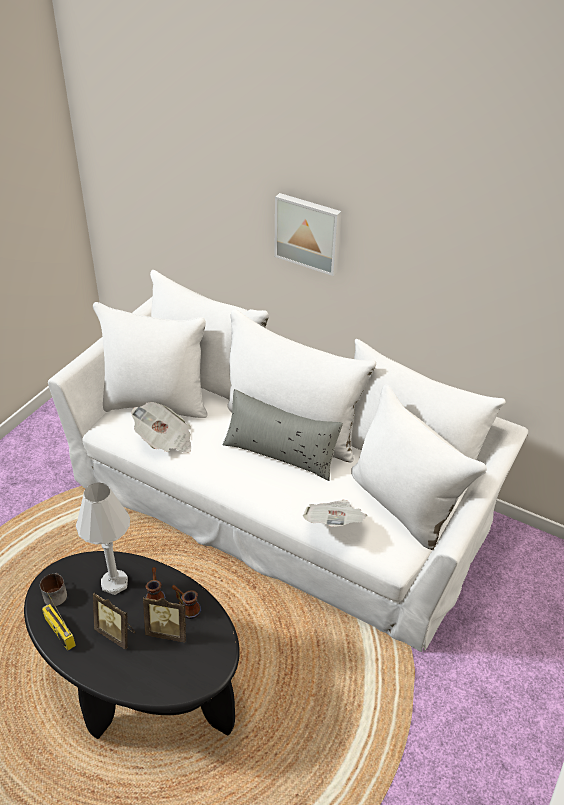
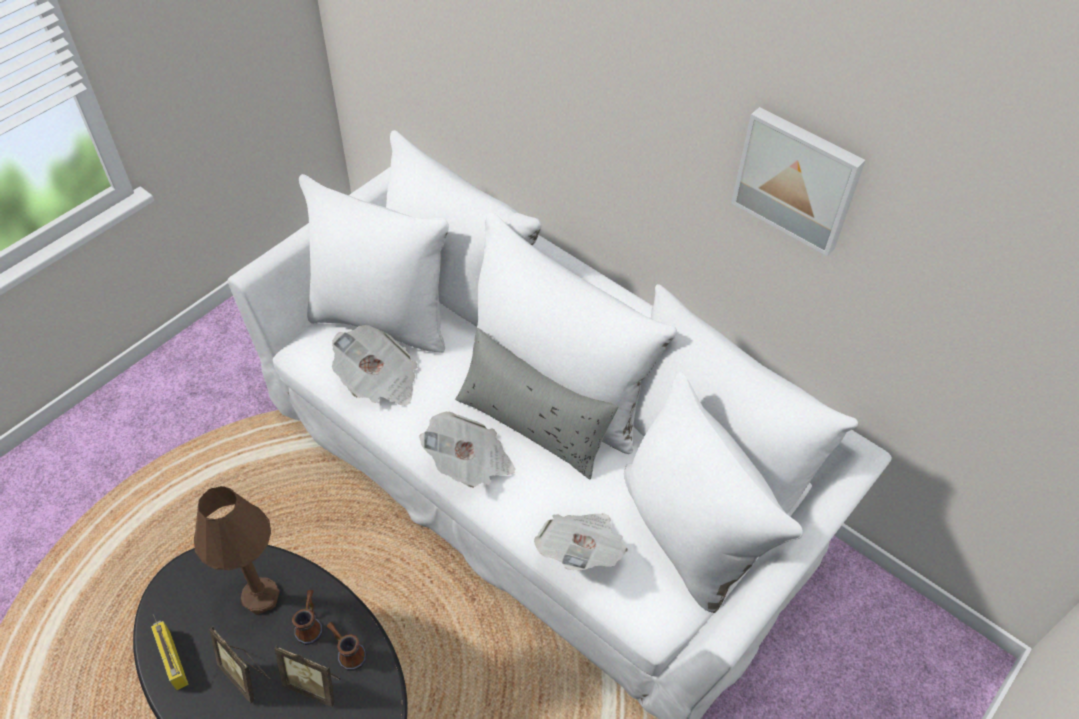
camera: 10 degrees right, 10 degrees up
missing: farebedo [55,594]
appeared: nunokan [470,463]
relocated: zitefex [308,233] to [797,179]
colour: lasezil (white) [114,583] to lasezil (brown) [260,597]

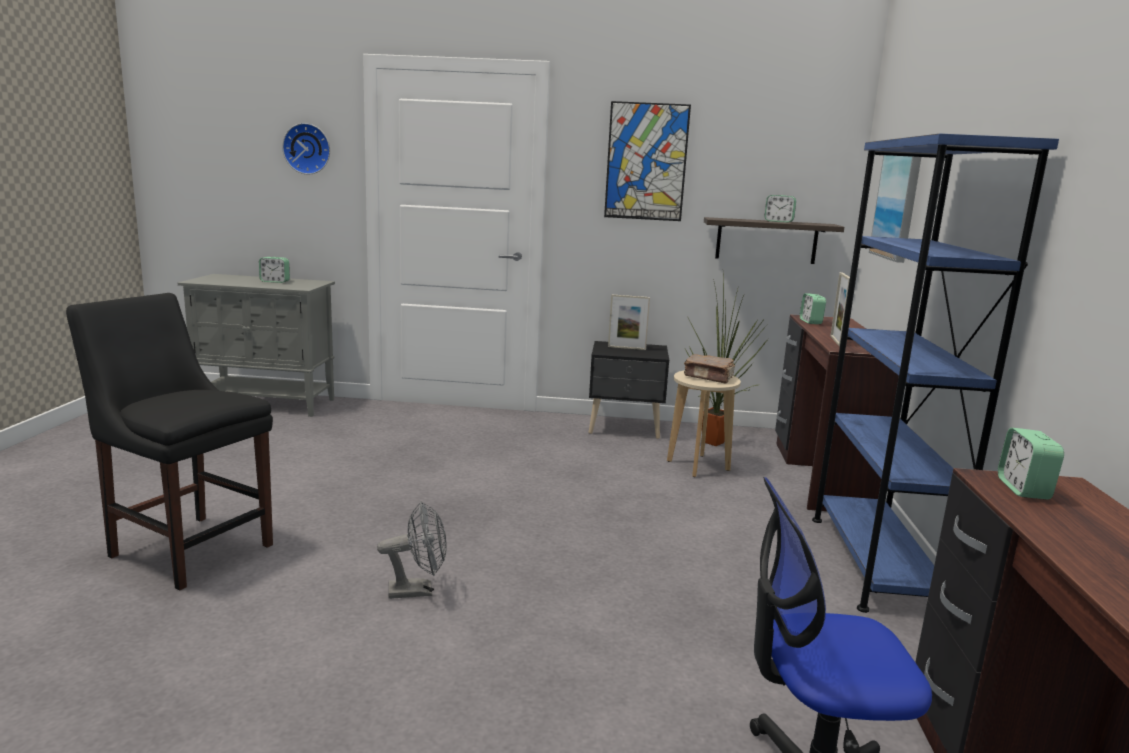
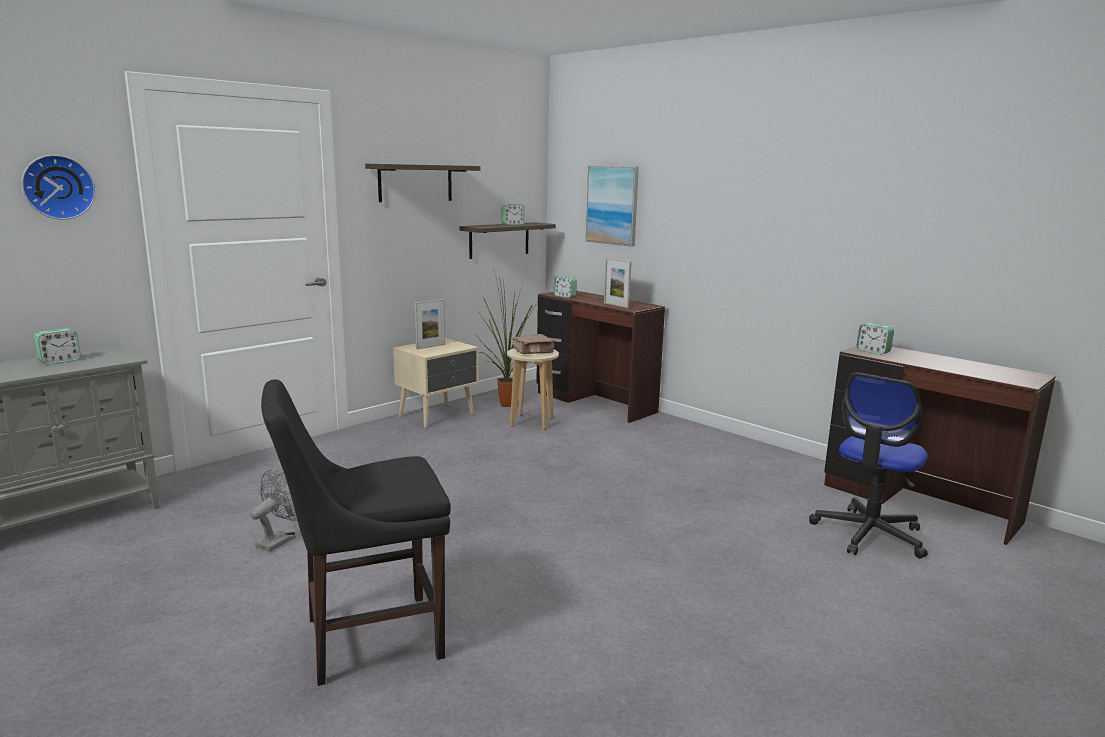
camera: 50 degrees left, 0 degrees up
missing: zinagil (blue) [875,563]
relocated: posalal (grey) [418,590] to [280,540]
exchanged: zitefex [646,162] to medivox [415,183]
colour: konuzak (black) [625,428] to konuzak (beige) [438,416]

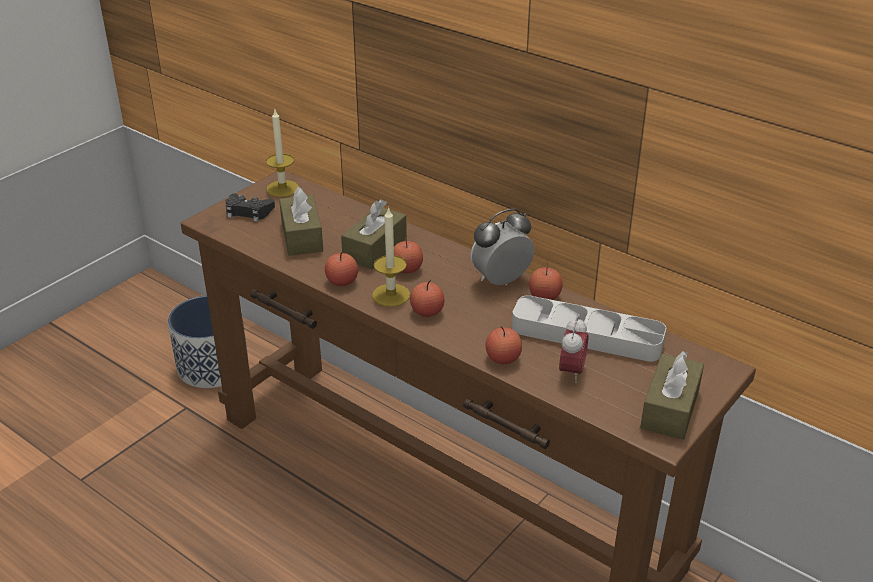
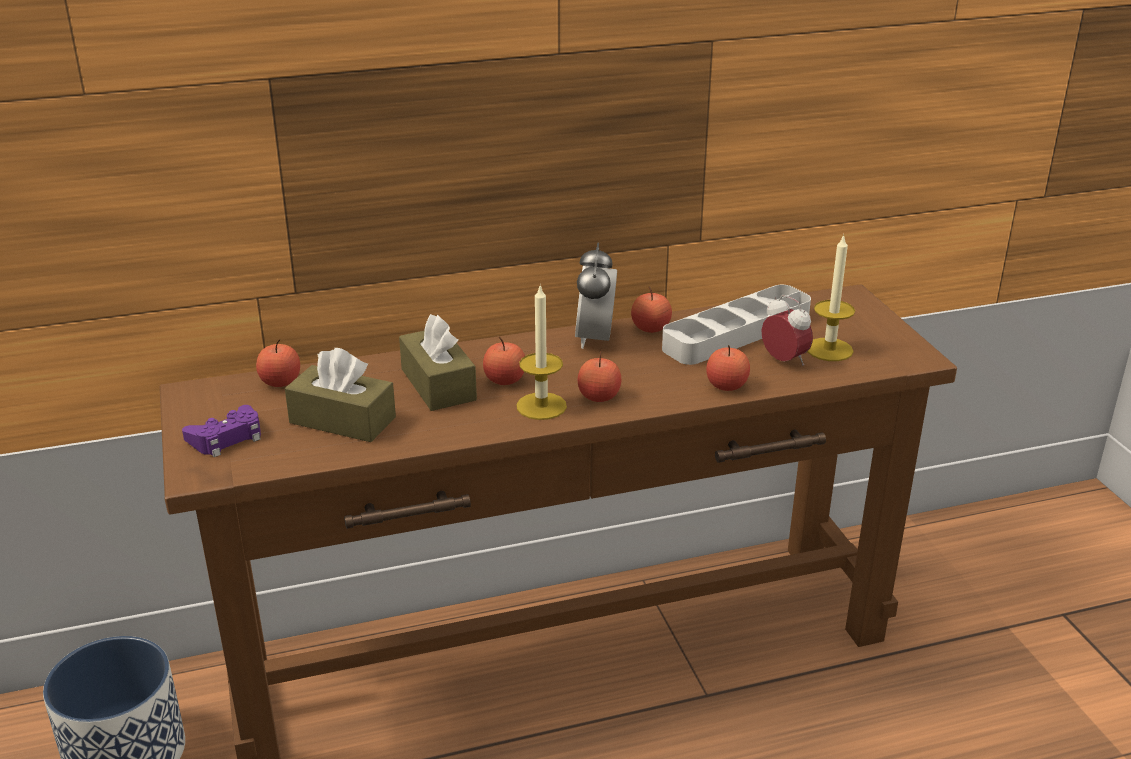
camera: 55 degrees left, 5 degrees down
missing: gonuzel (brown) [670,409]
relocated: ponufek [282,188] to [829,349]; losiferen [342,282] to [280,382]
colour: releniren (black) [248,212] to releniren (purple) [227,438]

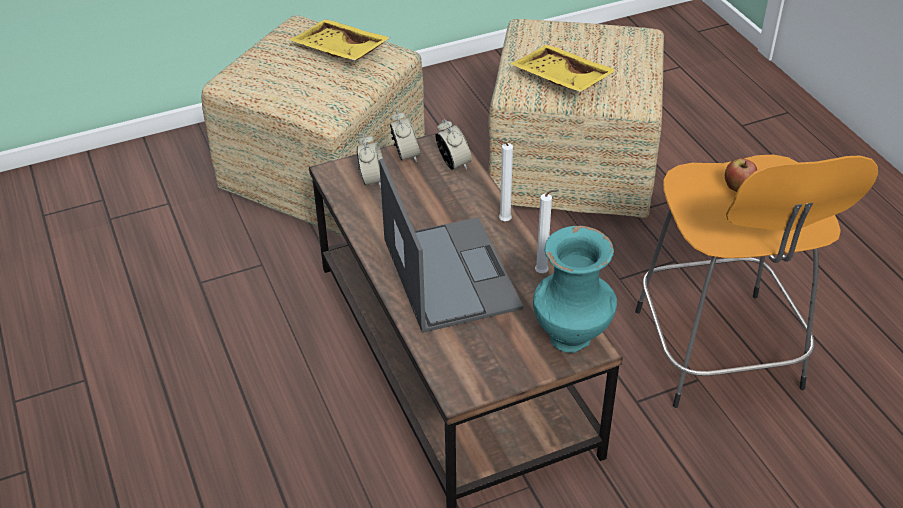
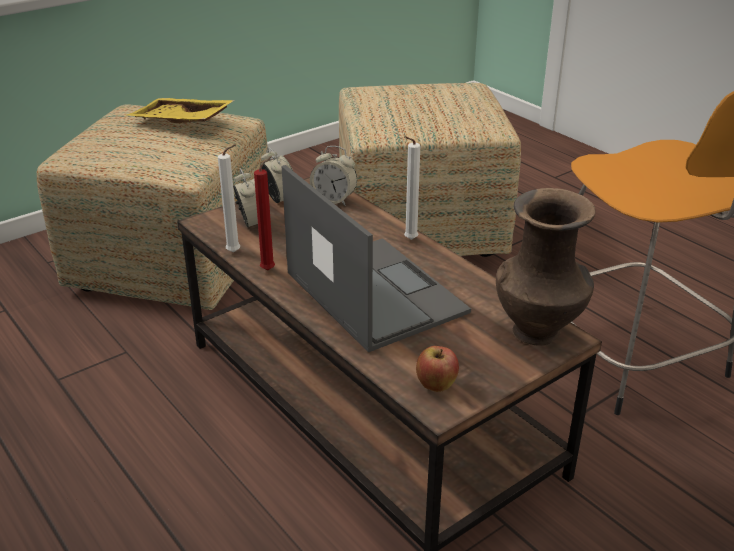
camera: 15 degrees left, 10 degrees down
missing: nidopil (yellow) [560,80]
appeared: ponufek (red) [270,269]
relocated: ponufek (white) [543,273] to [235,252]; losiferen [738,189] to [436,387]
colour: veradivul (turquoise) [572,338] to veradivul (brown) [538,332]
spun: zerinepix [453,164] = [334,200] 150 degrees clockwise

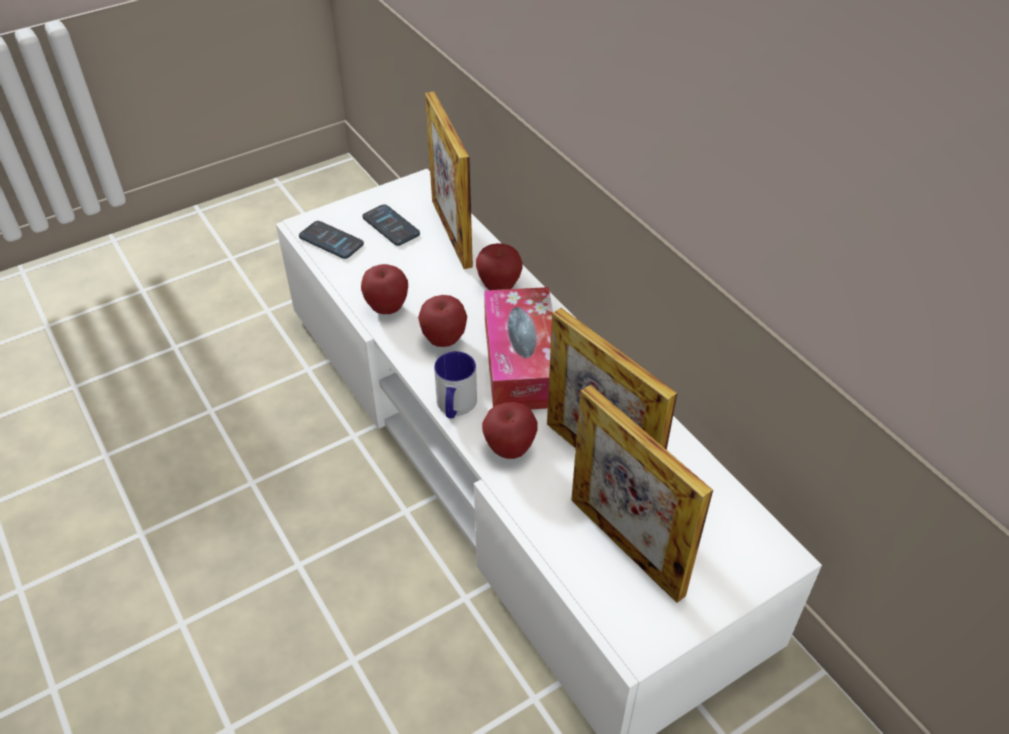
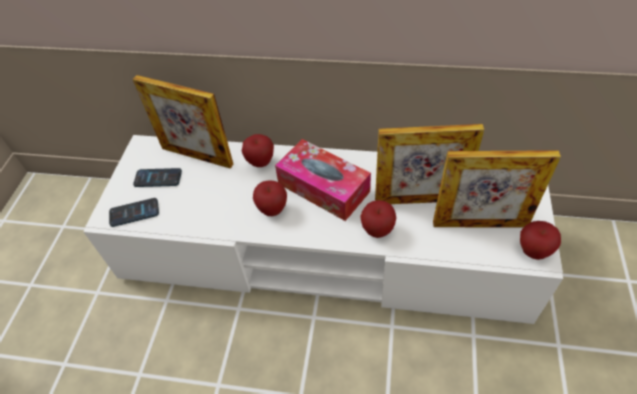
camera: 45 degrees left, 5 degrees up
missing: farebedo [455,406]
relocated: losiferen [387,308] to [533,251]

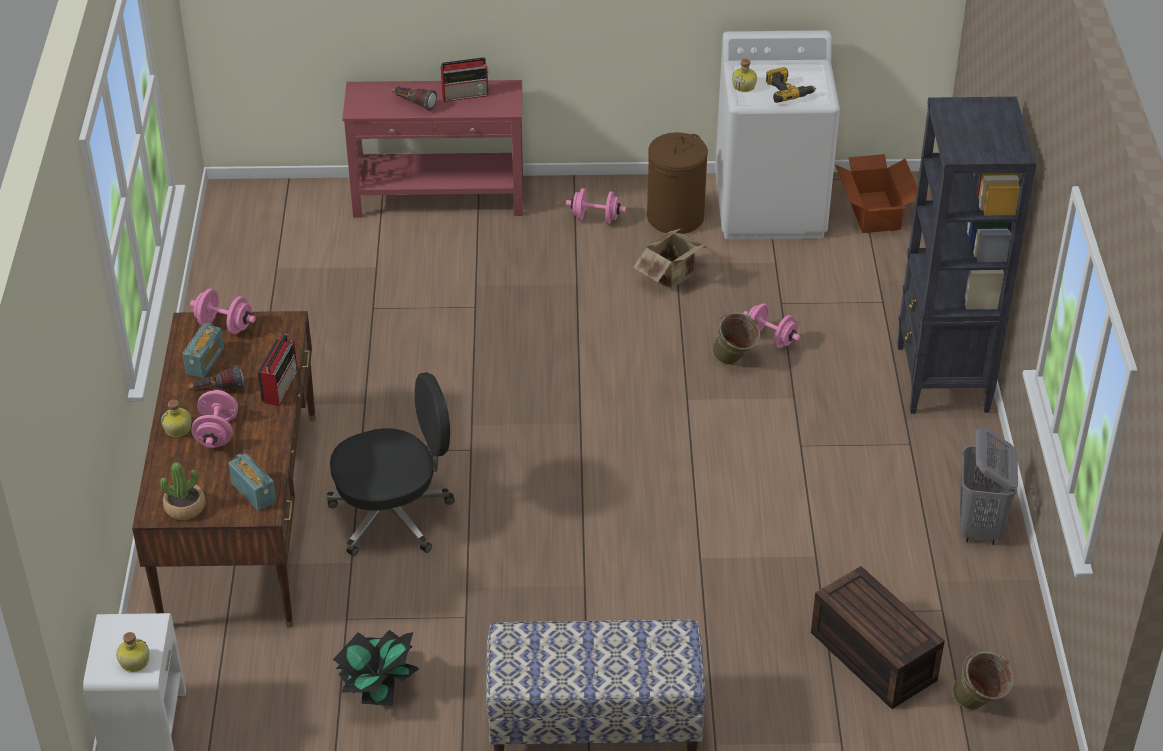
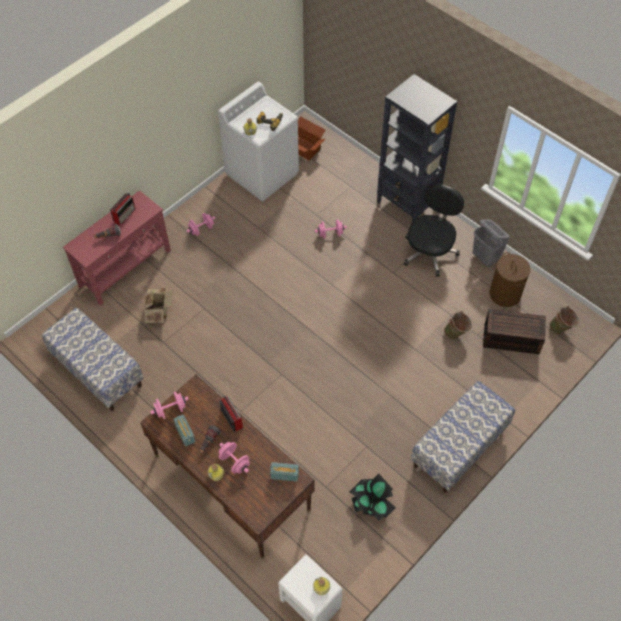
camera: 45 degrees left, 15 degrees up
missing: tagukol [185,507]
appeared: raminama [97,371]
relocated: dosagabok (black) [393,515] to [430,251]; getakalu [673,276] to [159,311]; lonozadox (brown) [675,217] to [505,294]; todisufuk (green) [734,362] to [456,334]

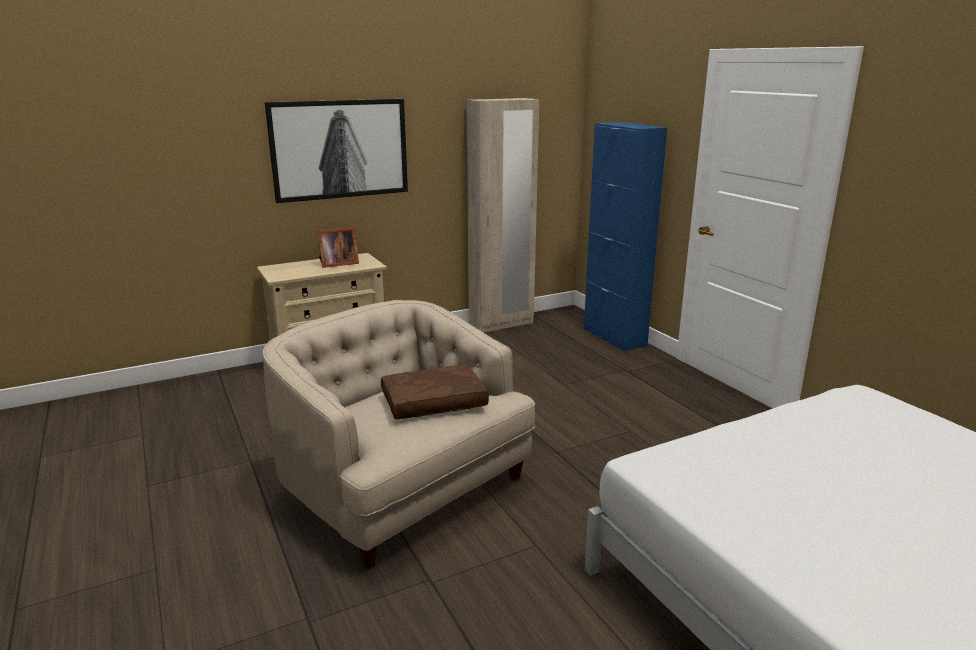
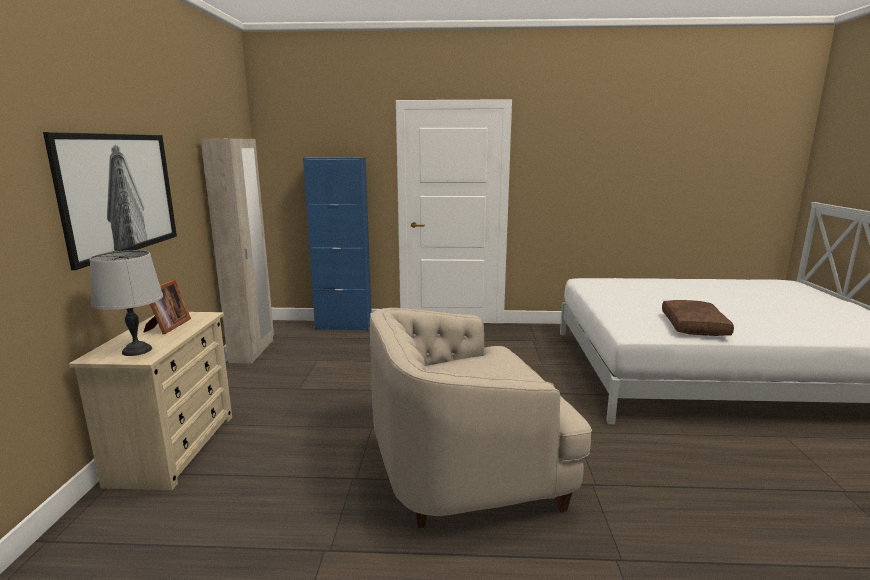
camera: 60 degrees left, 5 degrees down
appeared: lasezil (grey) [136,351]
relocated: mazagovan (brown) [433,403] to [695,326]

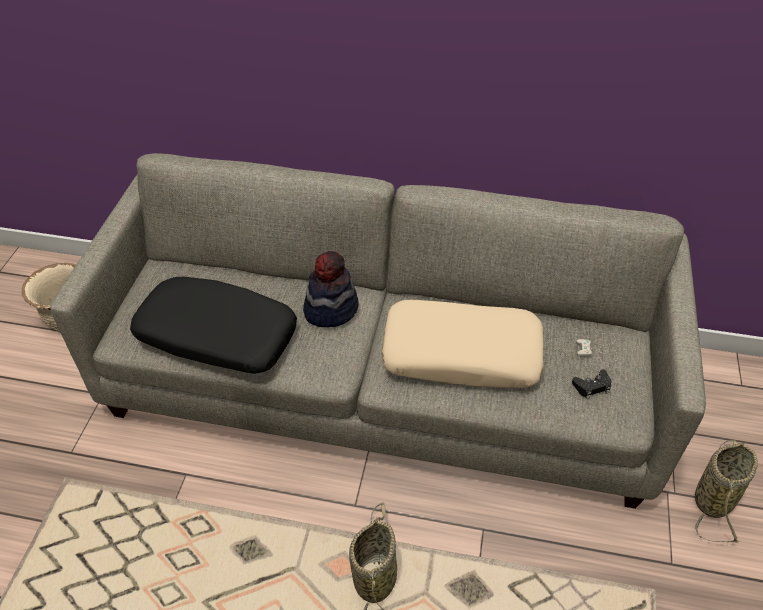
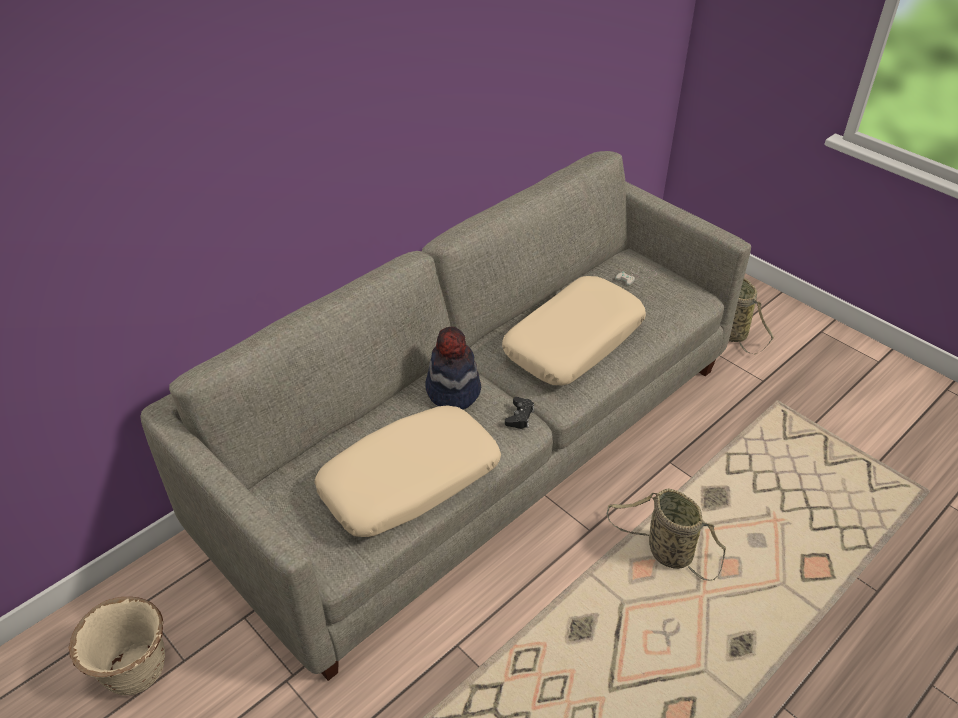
camera: 55 degrees left, 5 degrees down
relocated: releniren (black) [592,386] to [520,416]
colour: mazagovan (black) [216,336] to mazagovan (beige) [410,483]

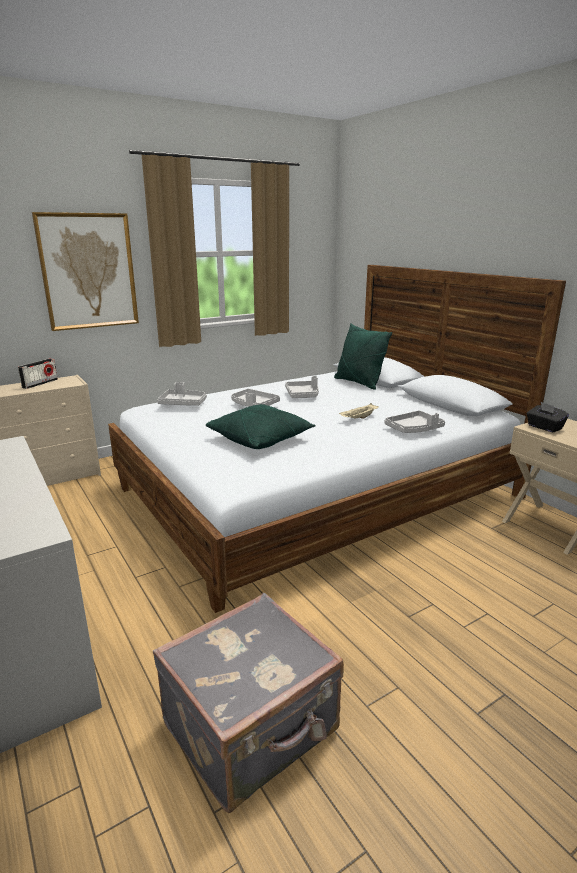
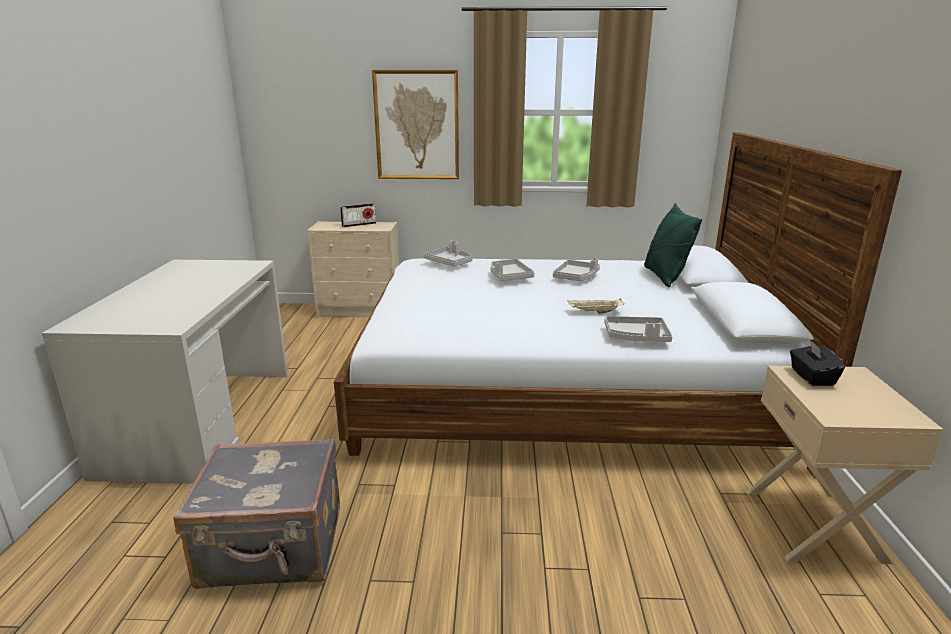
camera: 35 degrees right, 0 degrees up
missing: mazagovan (green) [261,439]

